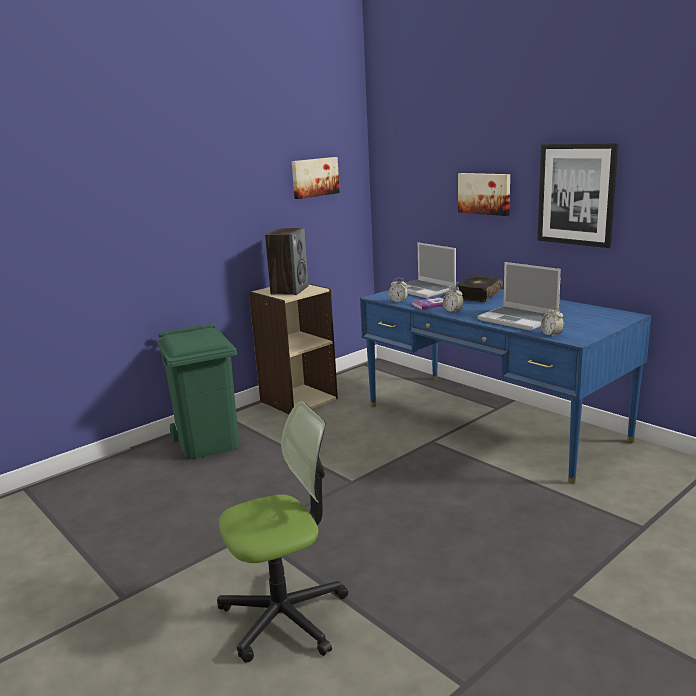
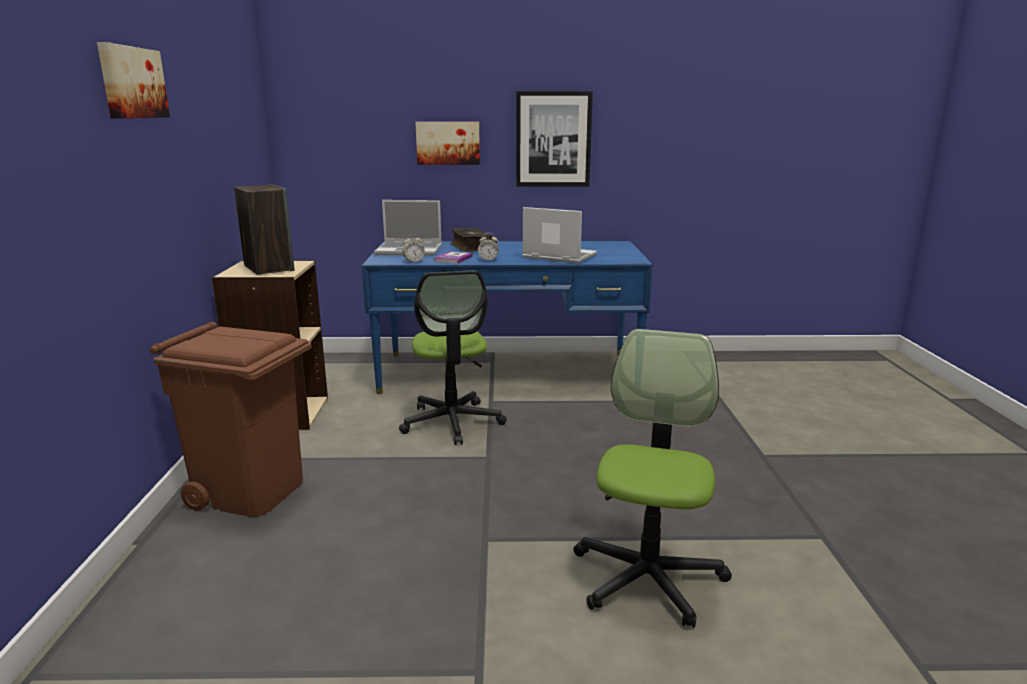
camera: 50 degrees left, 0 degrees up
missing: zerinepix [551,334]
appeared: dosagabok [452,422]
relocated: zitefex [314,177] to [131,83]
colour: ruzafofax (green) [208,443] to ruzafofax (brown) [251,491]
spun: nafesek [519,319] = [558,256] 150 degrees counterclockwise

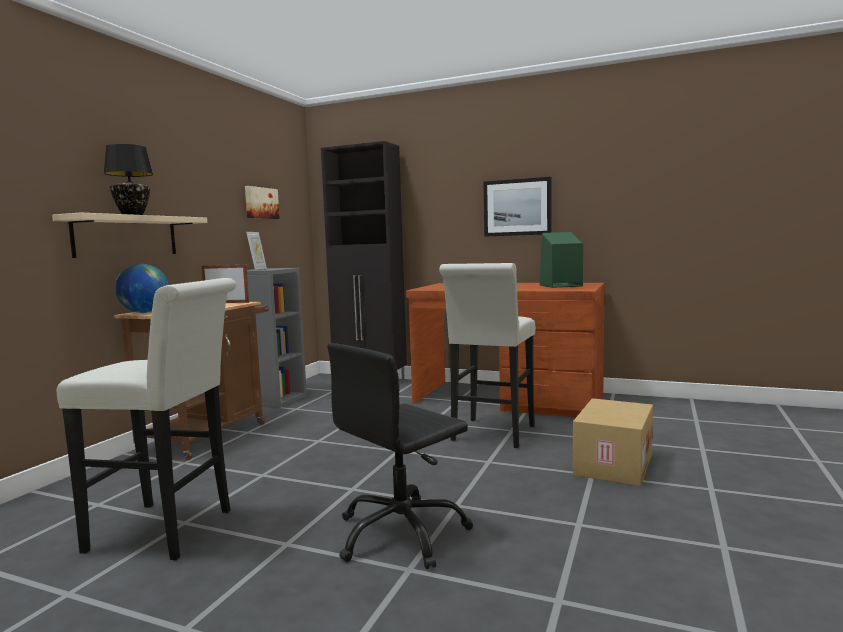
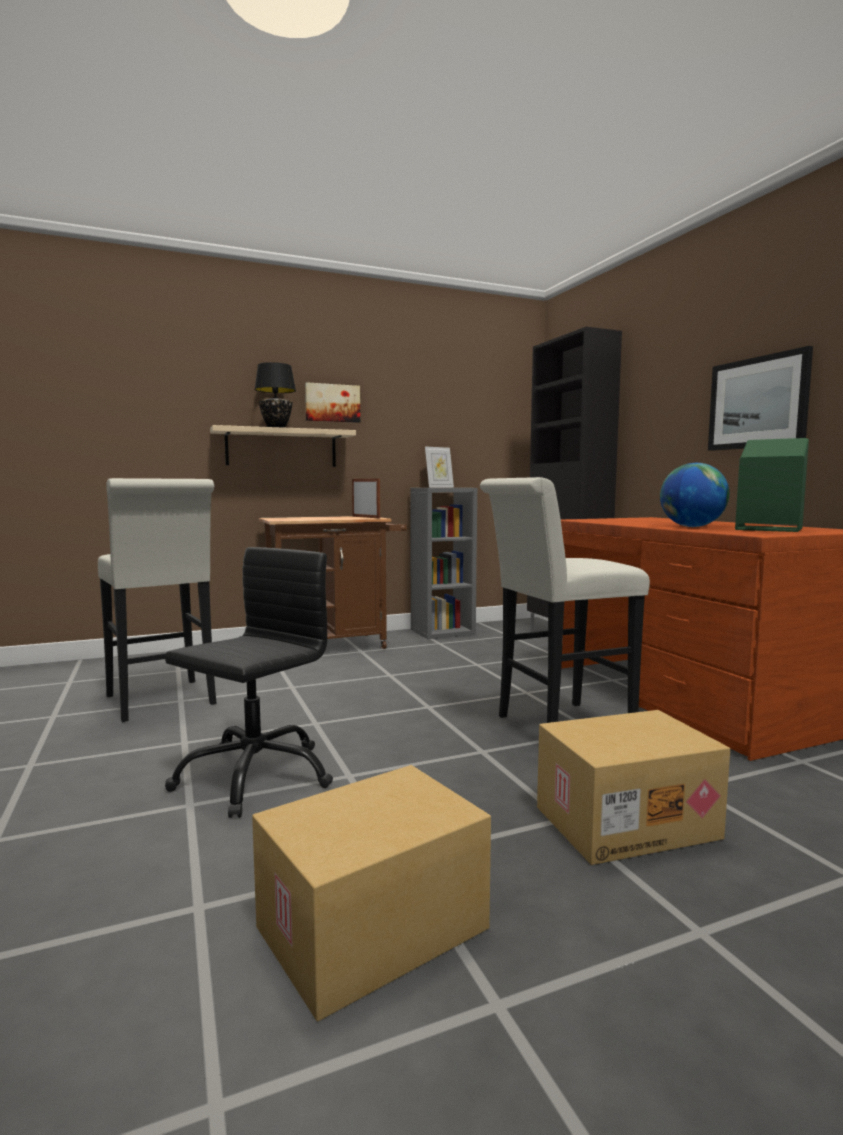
camera: 45 degrees right, 0 degrees up
appeared: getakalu [373,930]
relocated: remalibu [144,312] to [691,527]; zitefex [261,203] to [332,403]
spun: dosagabok (black) [401,534] = [254,775] 120 degrees clockwise

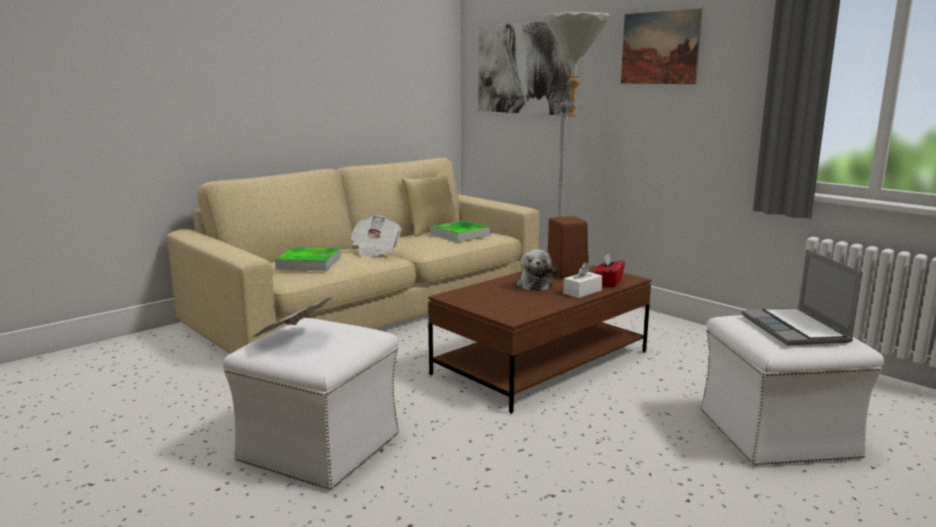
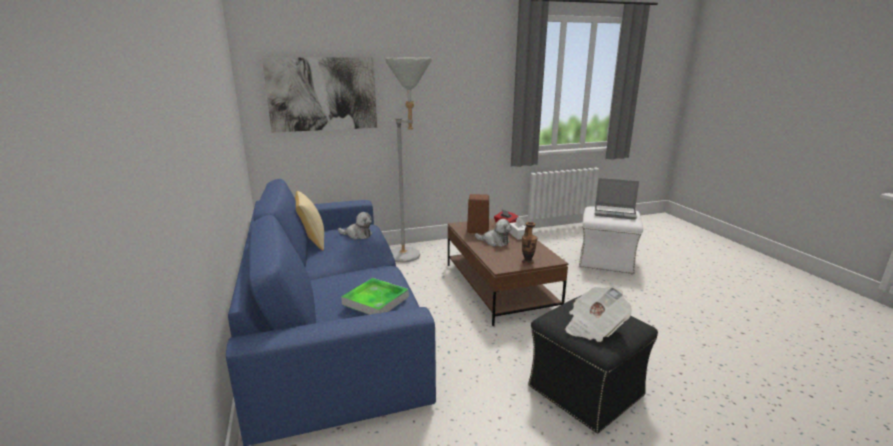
camera: 65 degrees left, 5 degrees up
missing: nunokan [375,250]; zitefex [659,48]
appeared: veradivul [527,262]
exchanged: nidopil [460,235] to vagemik [357,235]
colour: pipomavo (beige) [373,305] to pipomavo (blue) [332,320]; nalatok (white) [320,447] to nalatok (black) [584,390]

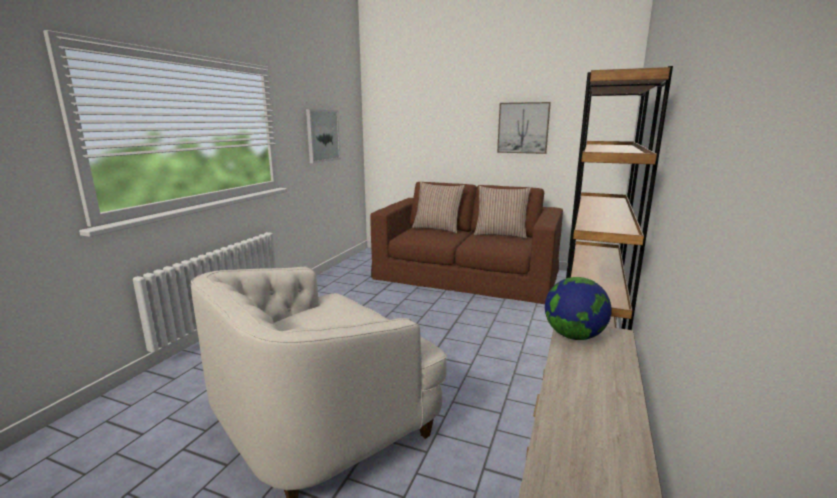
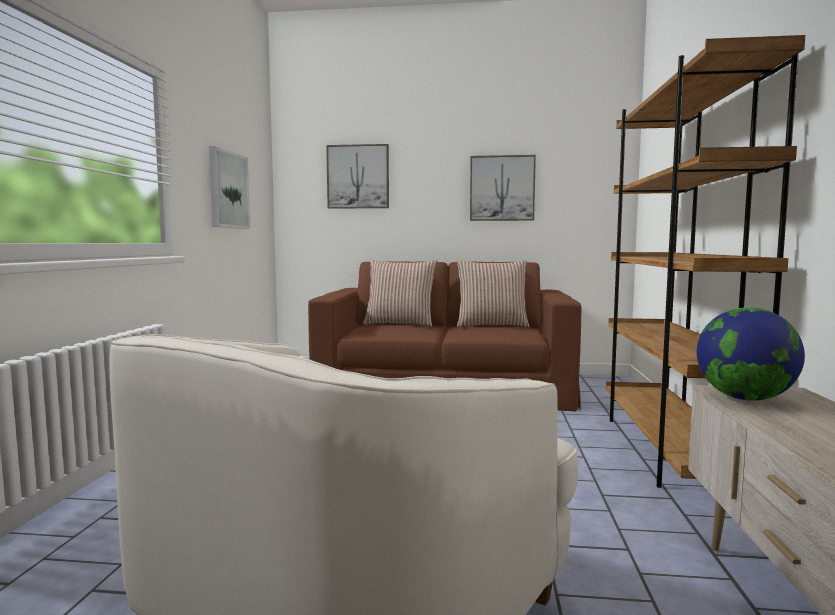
camera: 15 degrees left, 10 degrees down
appeared: zitefex [358,177]

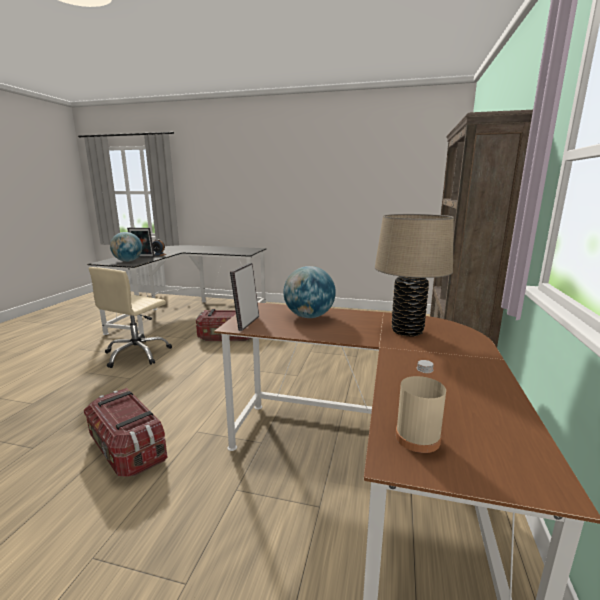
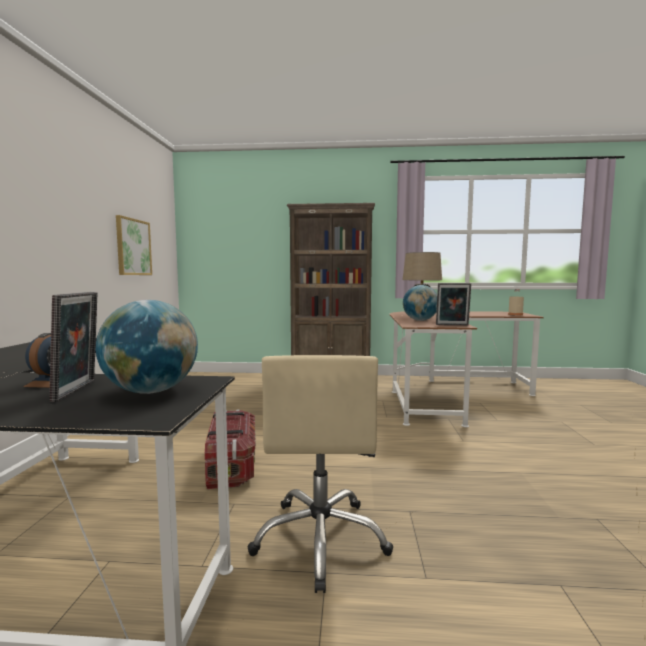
camera: 100 degrees left, 10 degrees down
missing: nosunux [127,449]
appeared: zitefex [133,247]
spun: dosagabok (beige) [137,354] = [321,539] 75 degrees clockwise

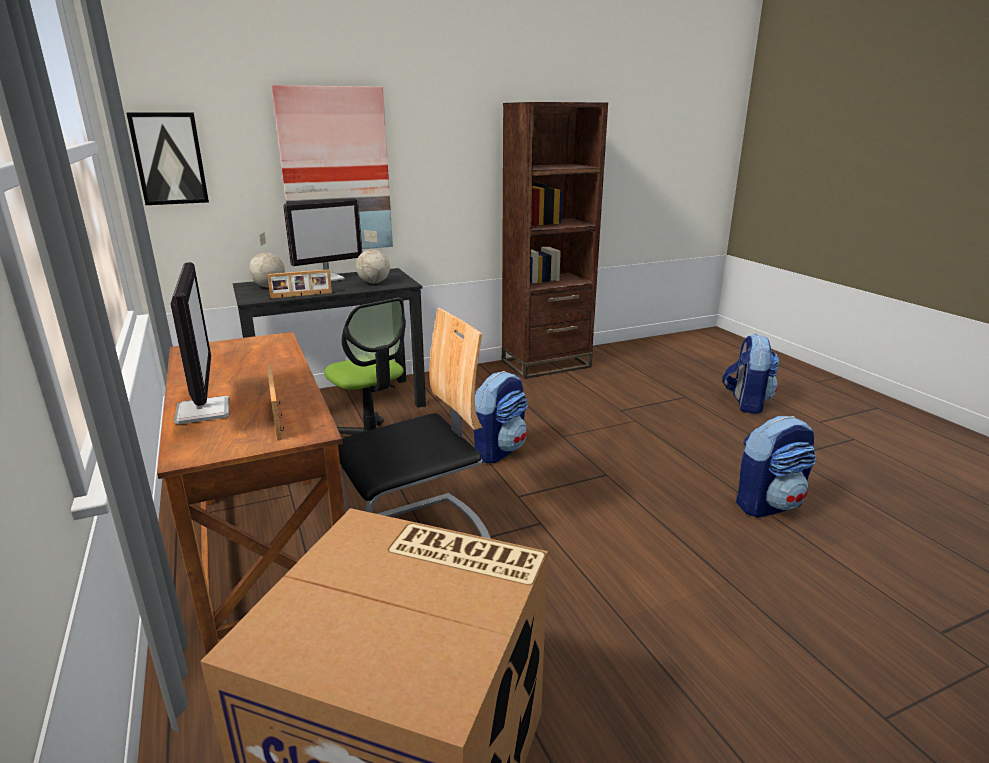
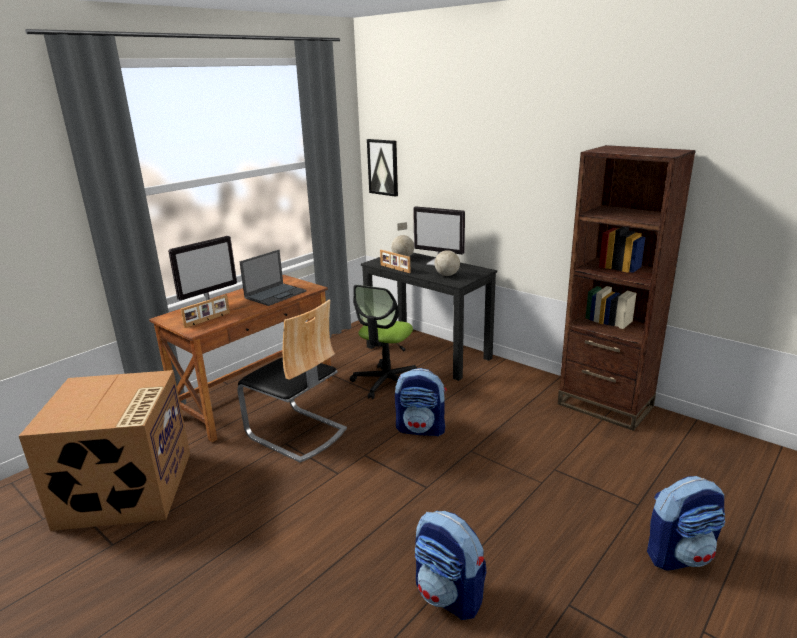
camera: 65 degrees right, 0 degrees up
missing: zitefex [336,171]
appeared: nafesek [276,294]

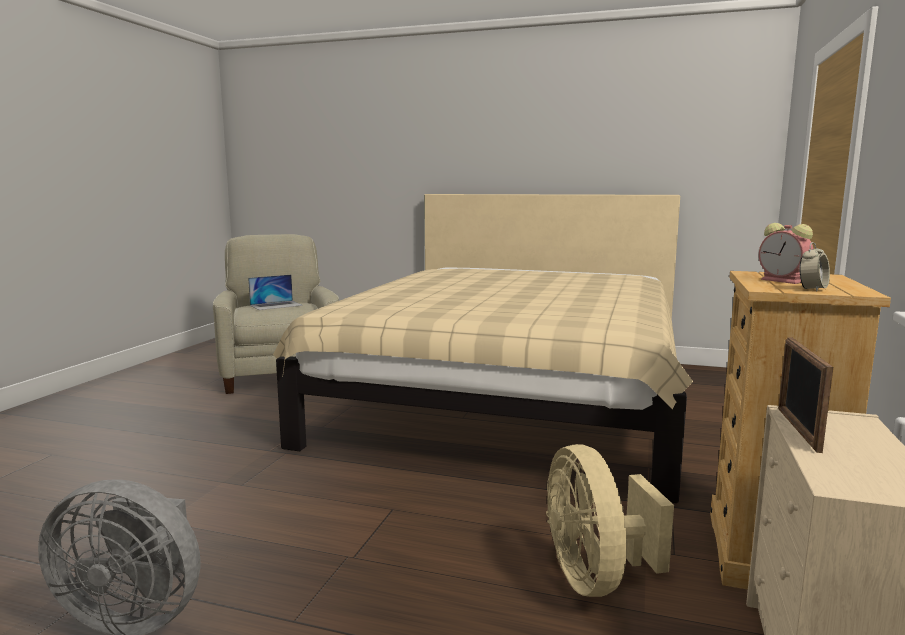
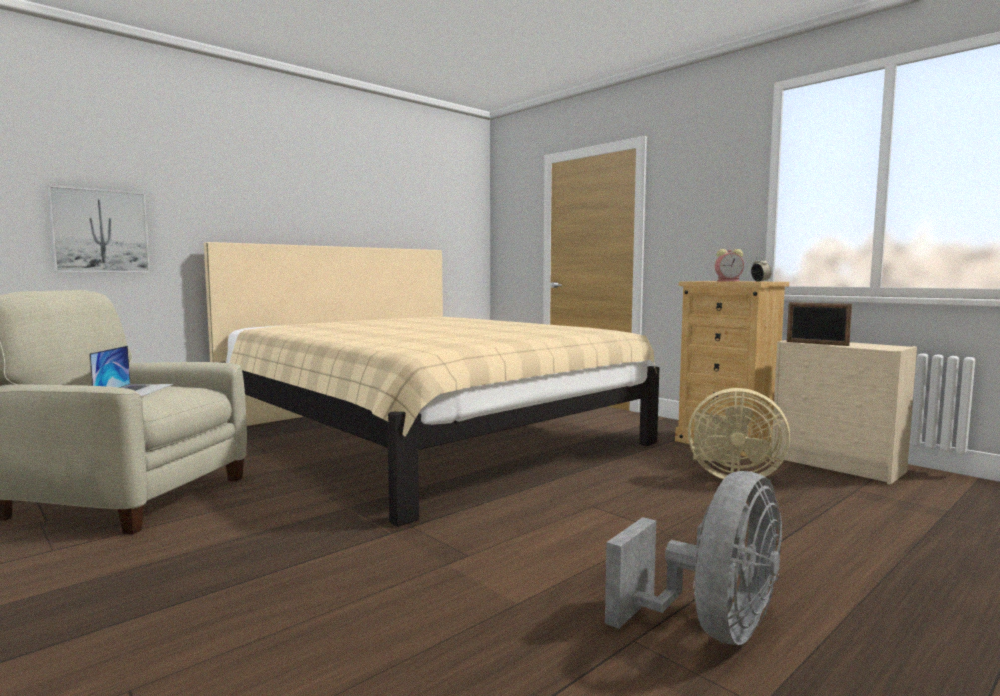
camera: 60 degrees left, 5 degrees down
appeared: zitefex [100,231]

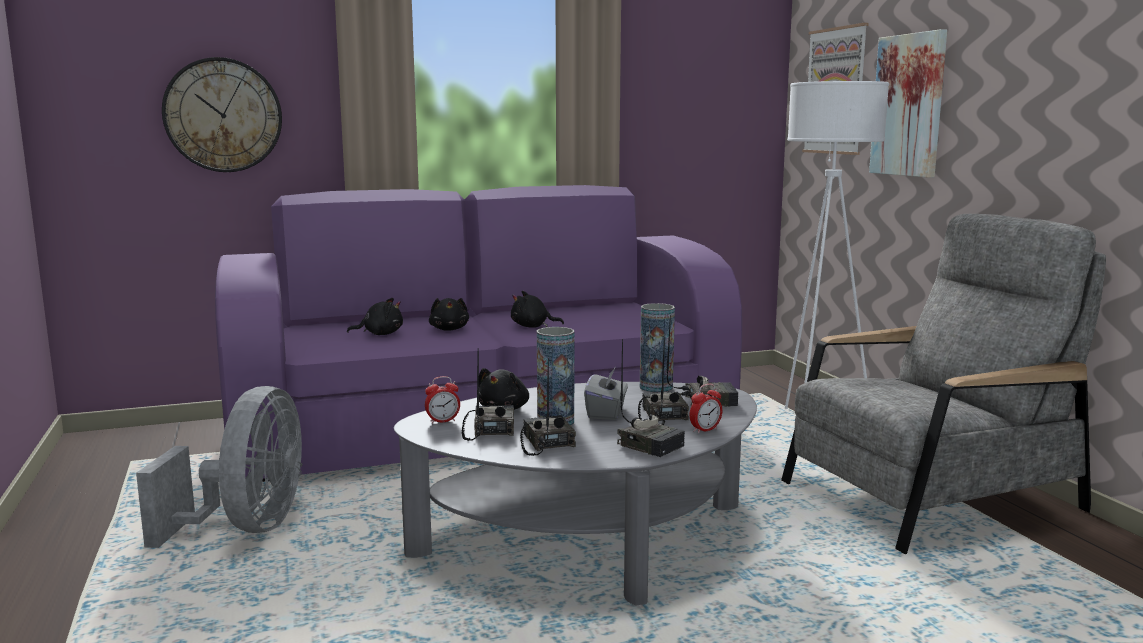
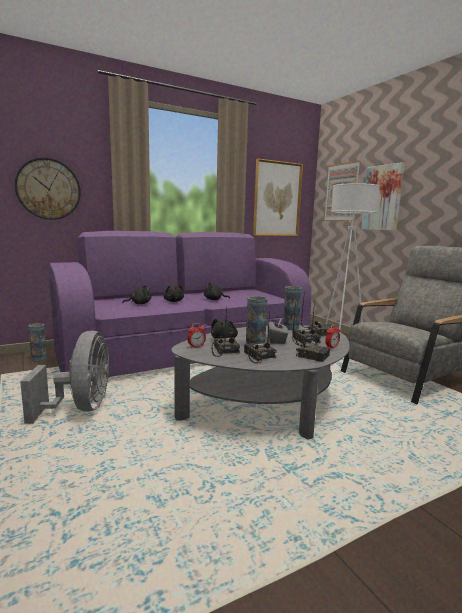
camera: 10 degrees left, 0 degrees up
appeared: veradivul [39,359]; zitefex [277,199]

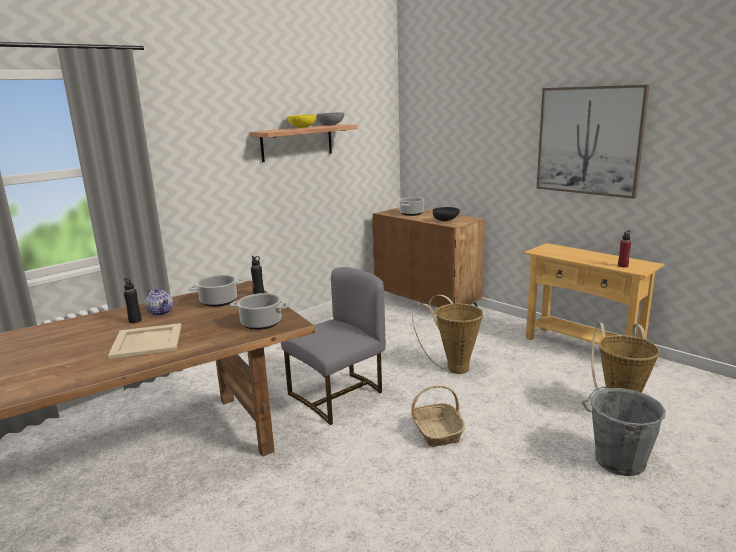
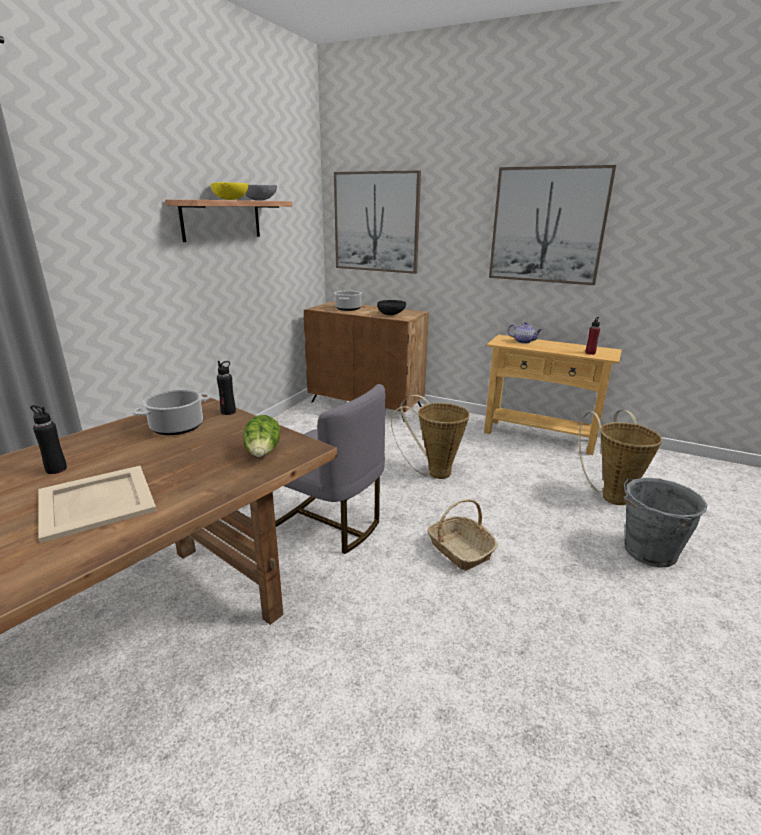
camera: 20 degrees left, 5 degrees up
appeared: zitefex [376,222]
relocated: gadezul [161,312] to [523,341]
exchanged: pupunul [262,323] to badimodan [263,453]
spun: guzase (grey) [339,395] = [327,523] 90 degrees clockwise

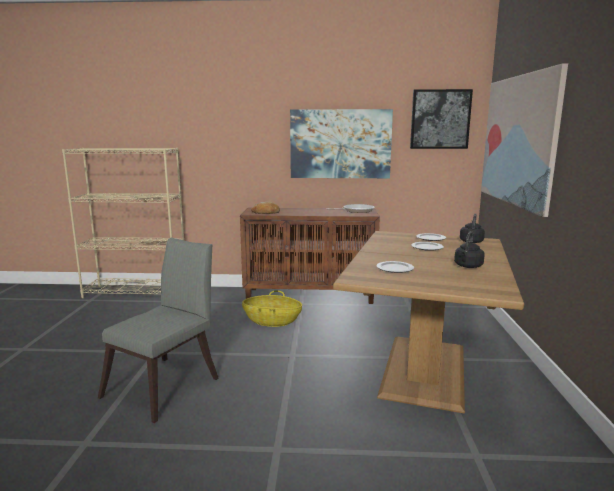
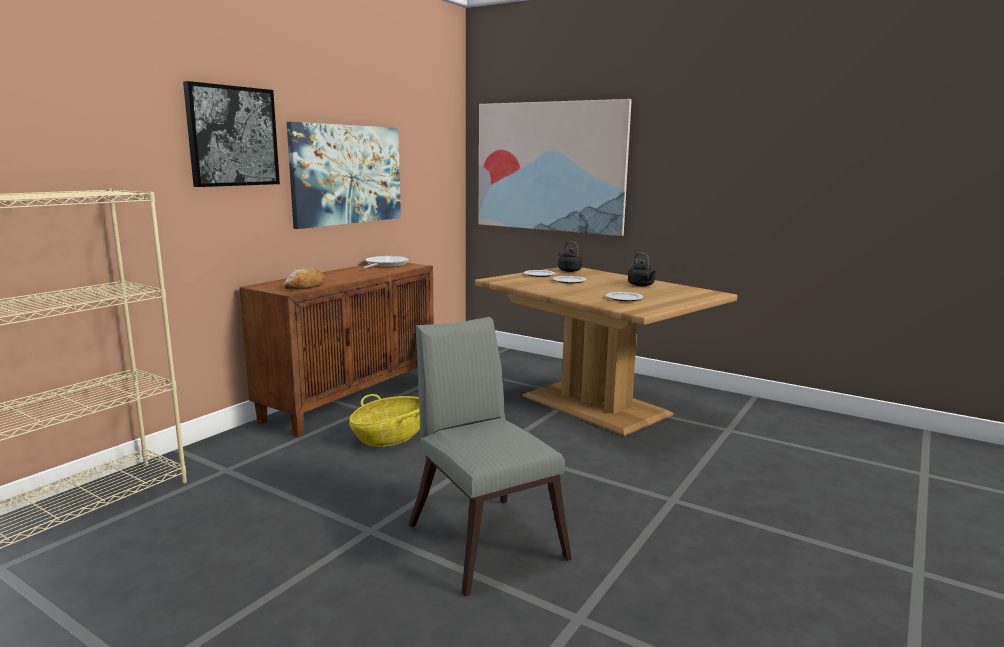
camera: 60 degrees left, 0 degrees up
relocated: zitefex [440,119] to [232,136]

